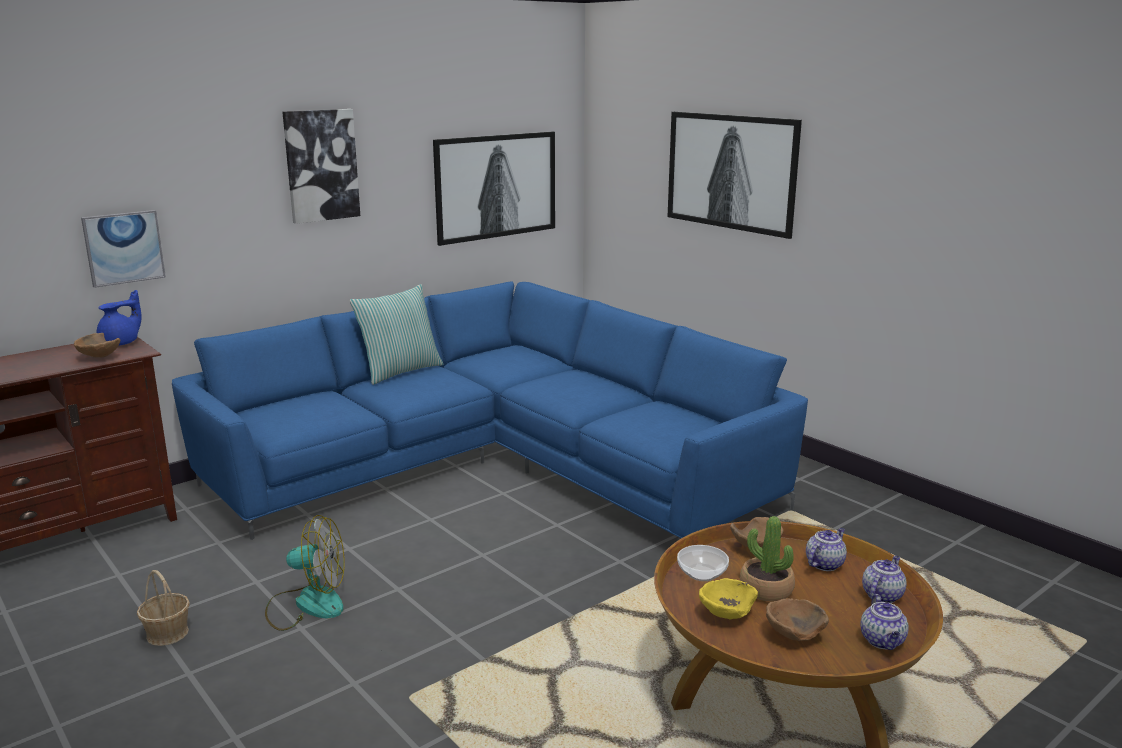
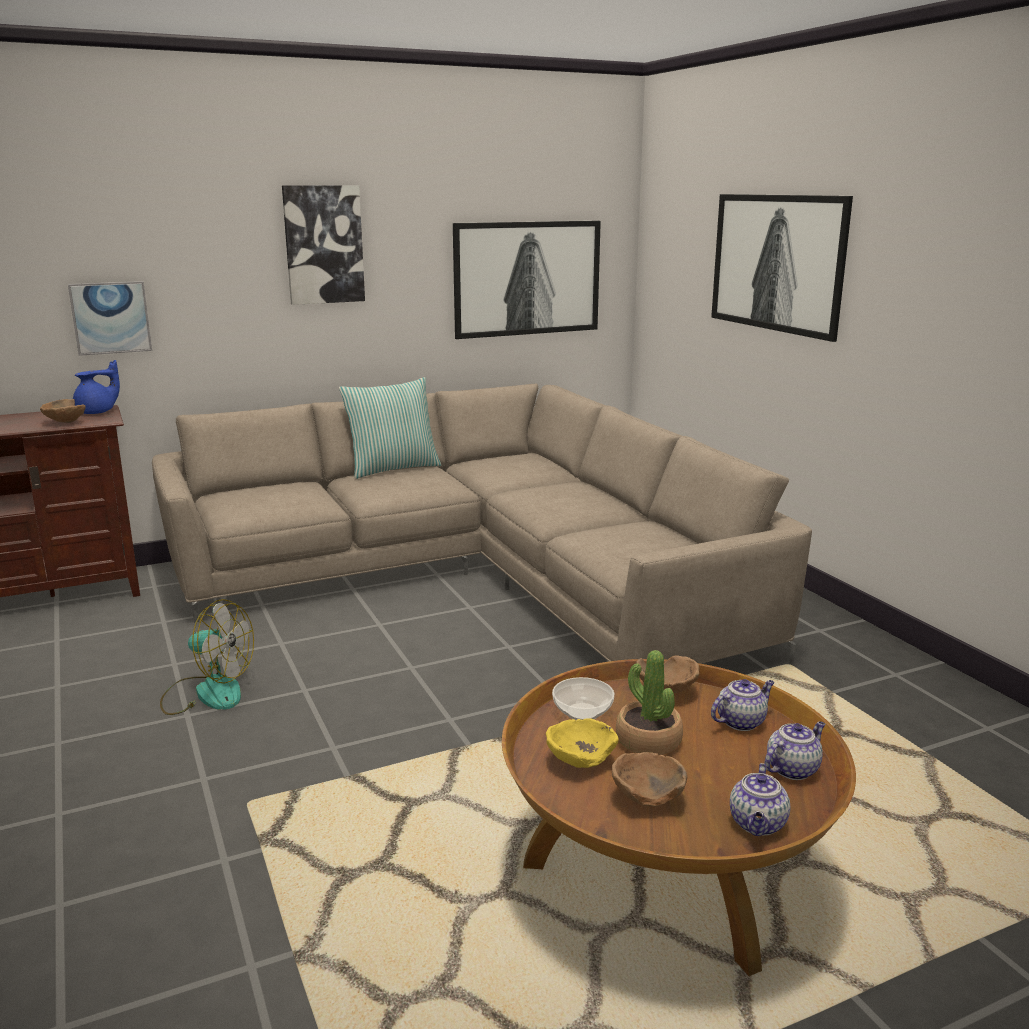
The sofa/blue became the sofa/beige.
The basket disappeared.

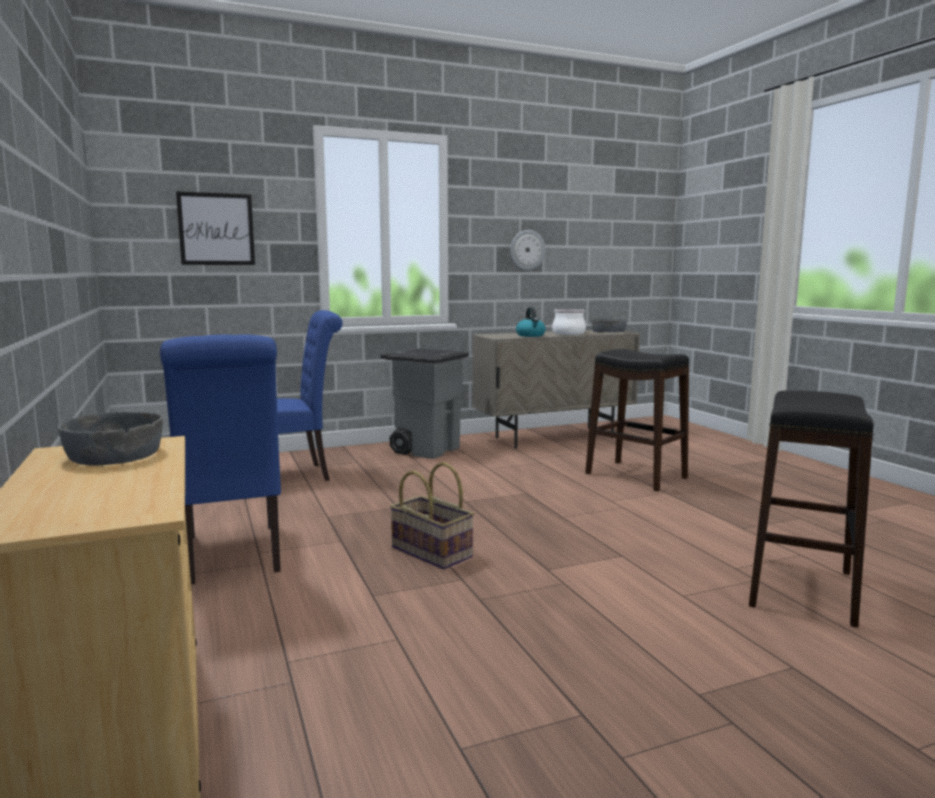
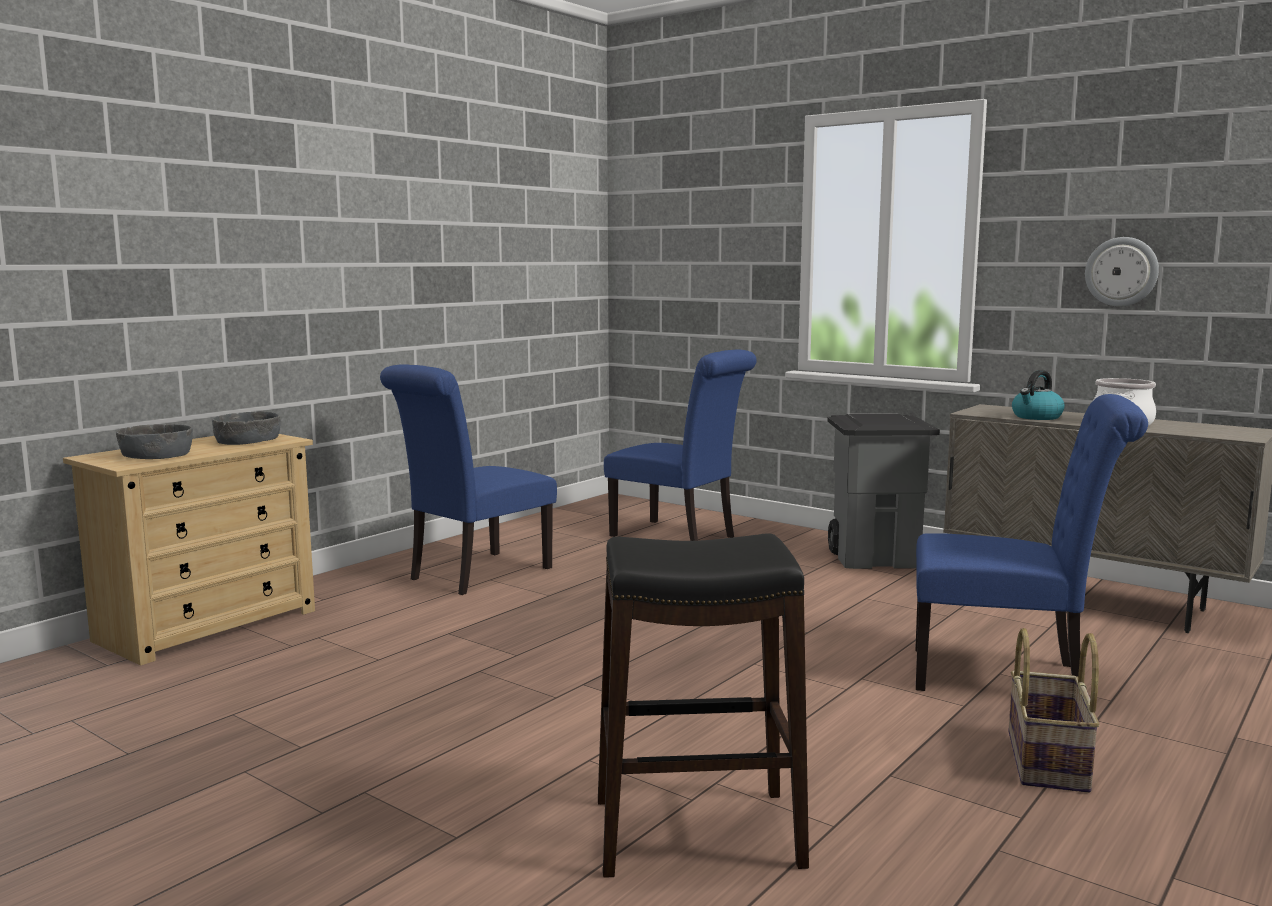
The bowl/grey (no. 2 from left in the first image) moved.
The stool/black (no. 1 from left) was replaced by the chair/blue (no. 3 from left).
The basket moved.
The picture disappeared.

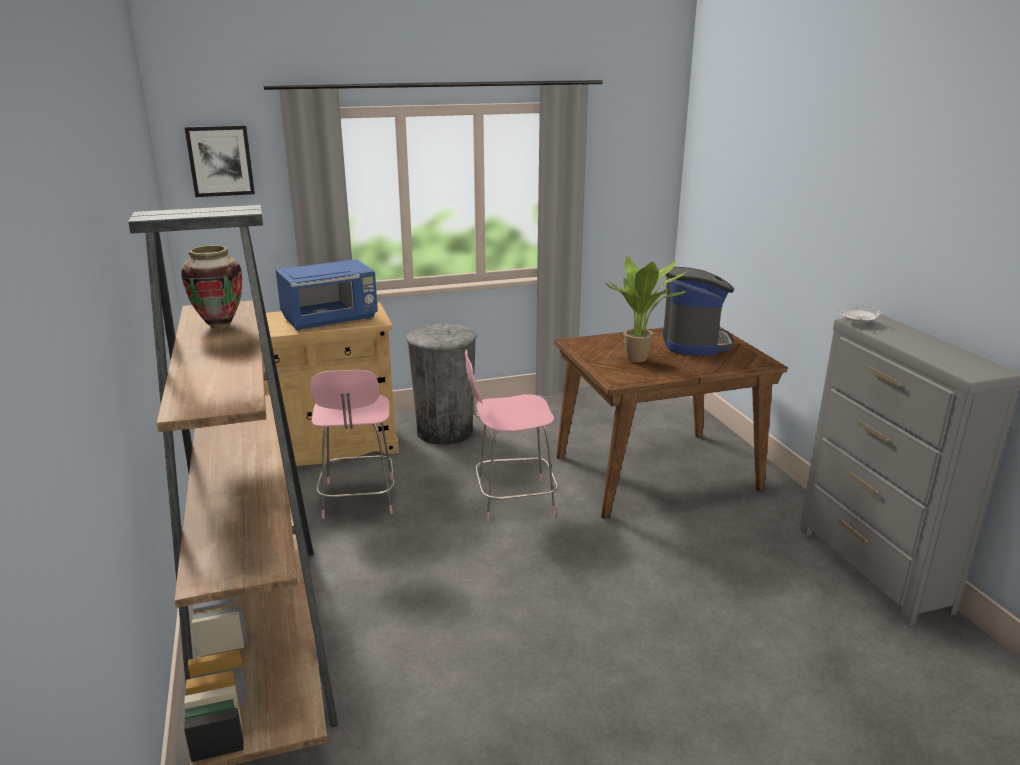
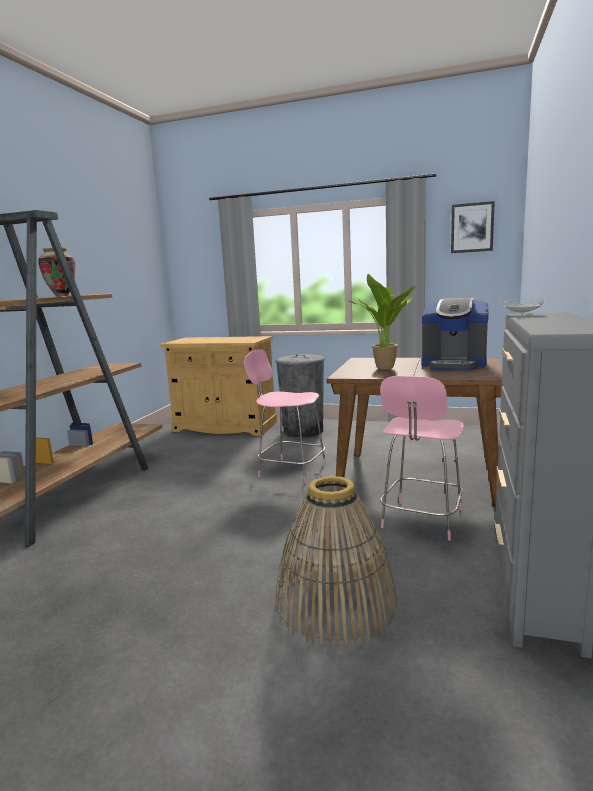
The basket appeared.
The chair/pink (no. 1 from left in the first image) moved.
The coffee machine turned 75 degrees clockwise.
The picture moved.
The microwave/blue disappeared.

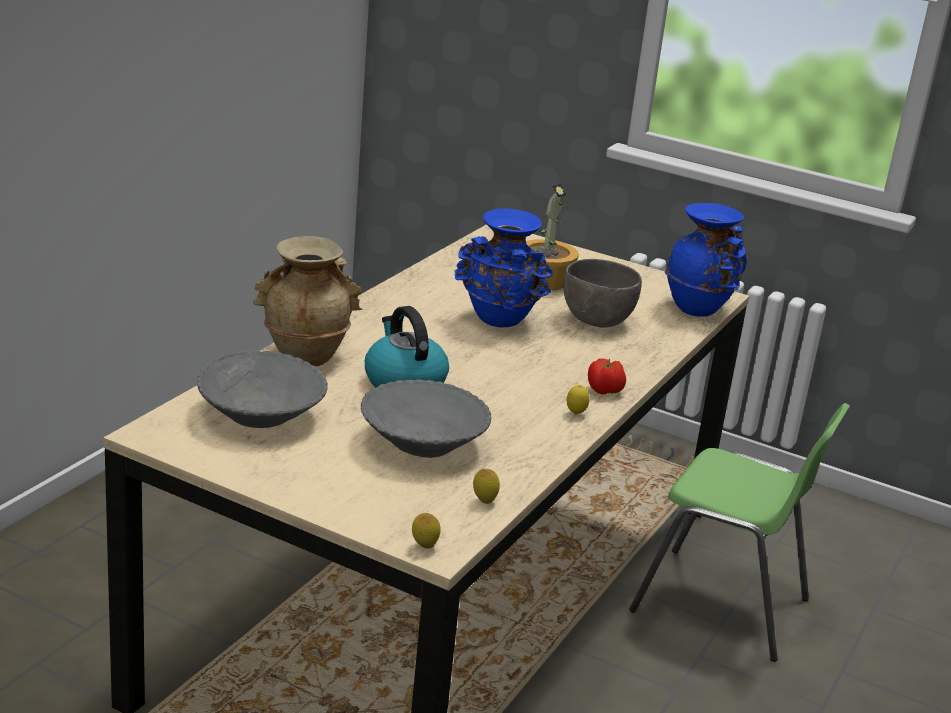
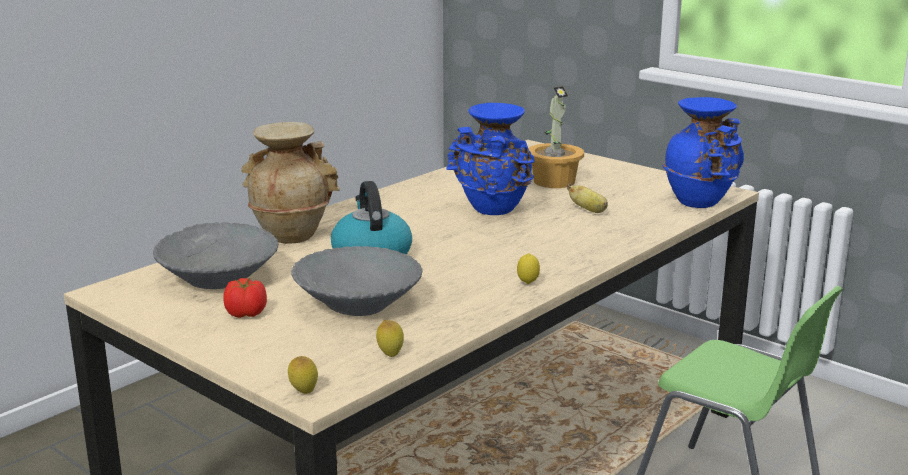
The tomato moved.
The bowl/grey (no. 3 from left) was replaced by the banana.

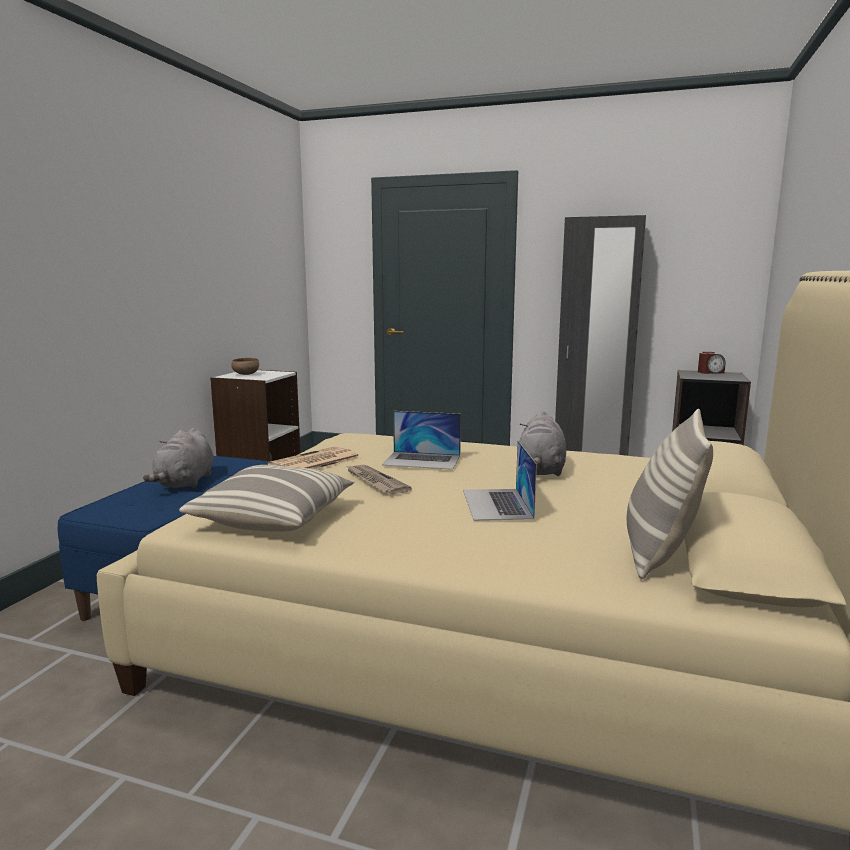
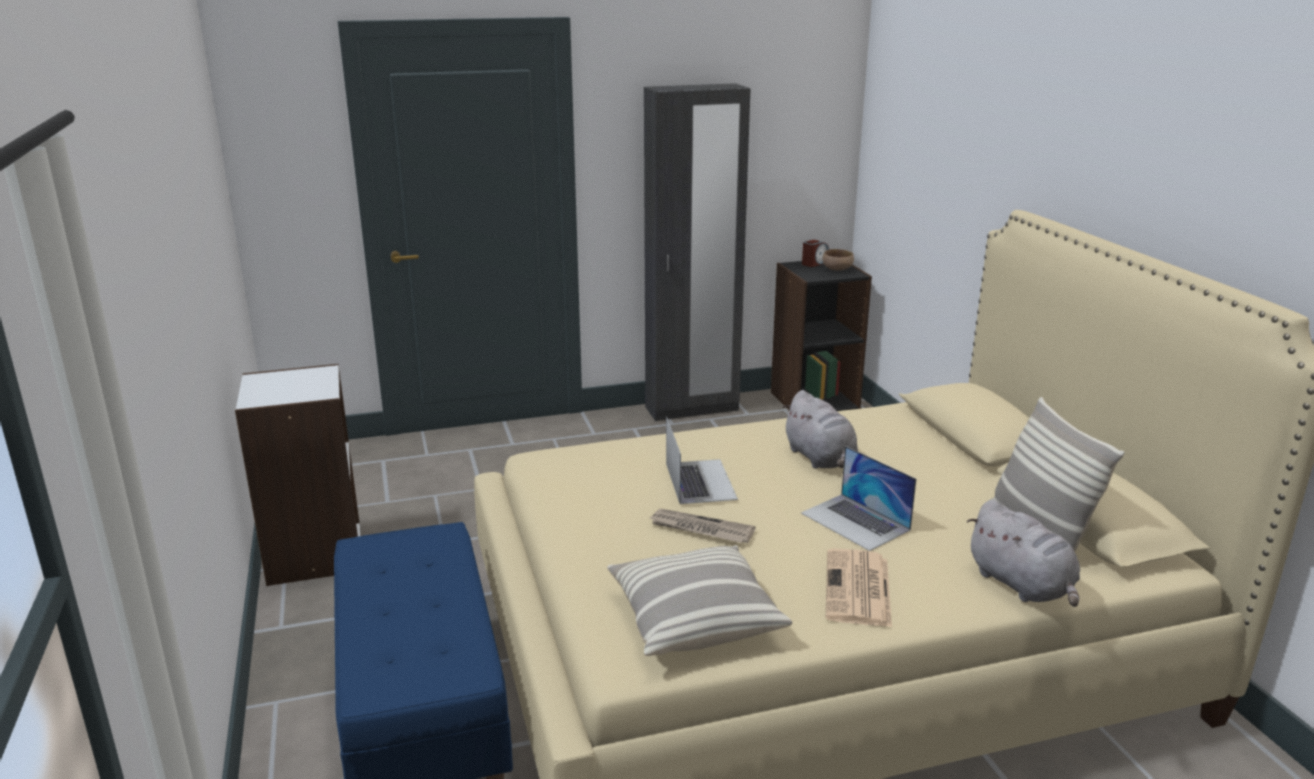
The laptop (no. 1 from left) turned 75 degrees counterclockwise.
The bowl/brown moved.
The newspaper (no. 1 from left in the first image) moved.
The plush toy/grey (no. 1 from left in the first image) moved.

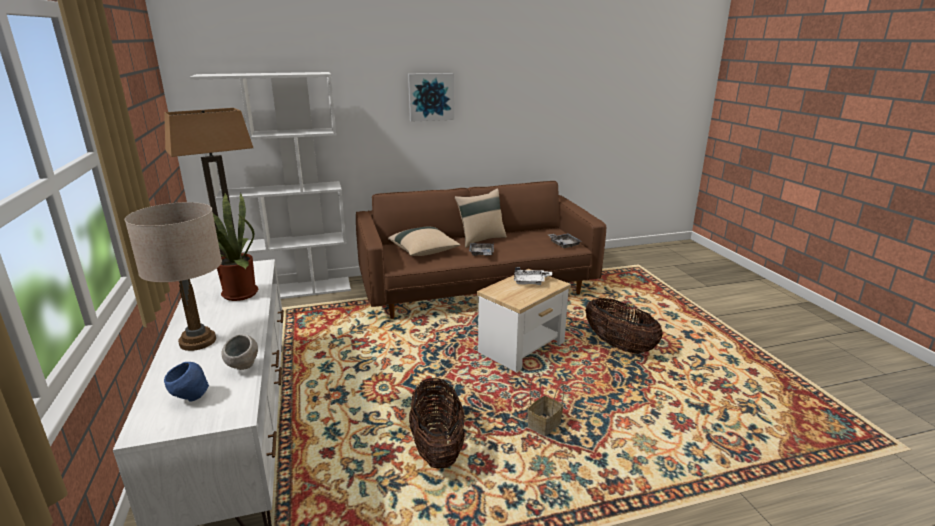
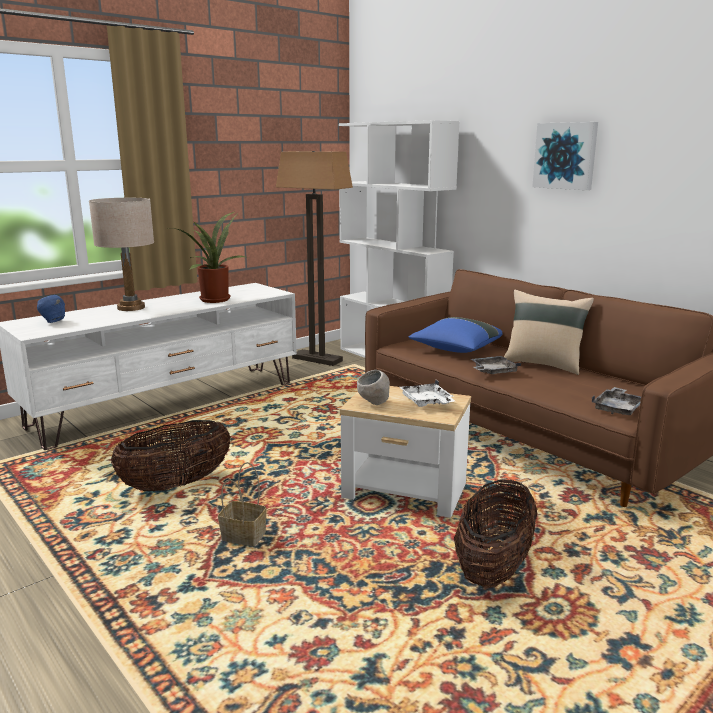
The bowl/grey moved.
The pillow/beige (no. 1 from left) became the pillow/blue.

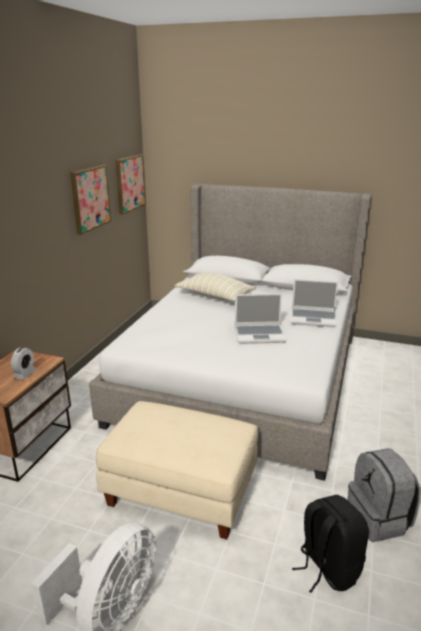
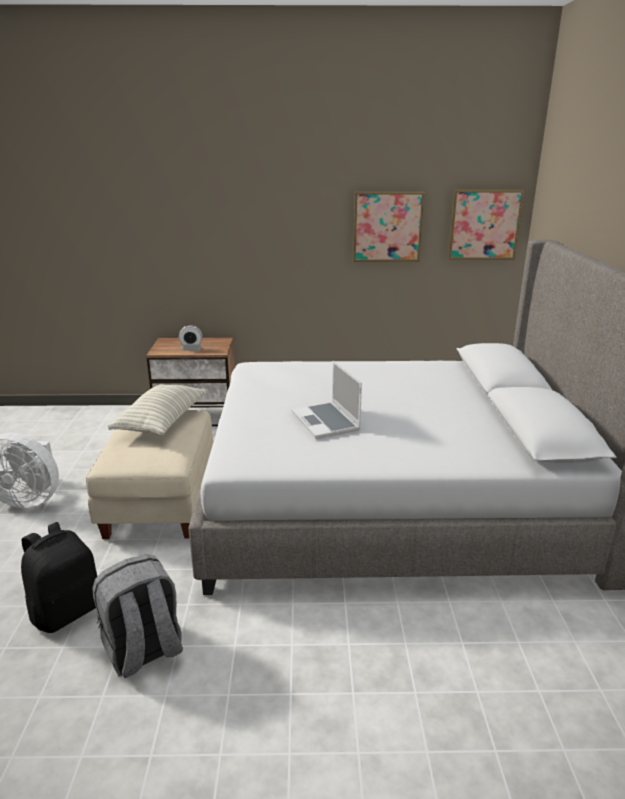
The pillow moved.
The laptop (no. 2 from left) disappeared.

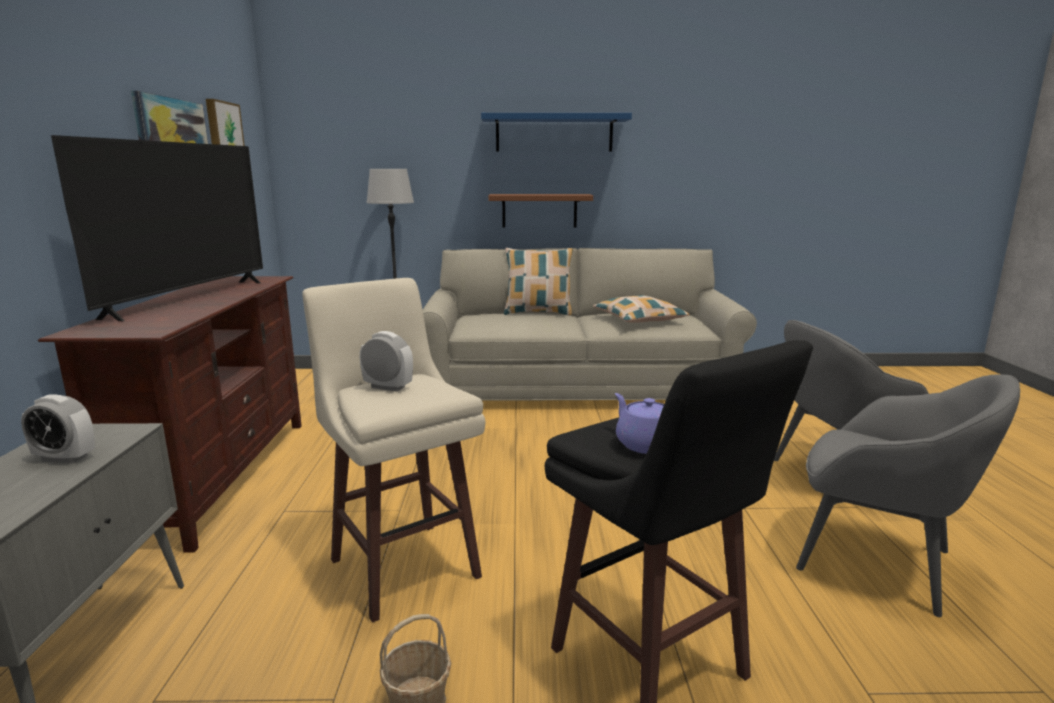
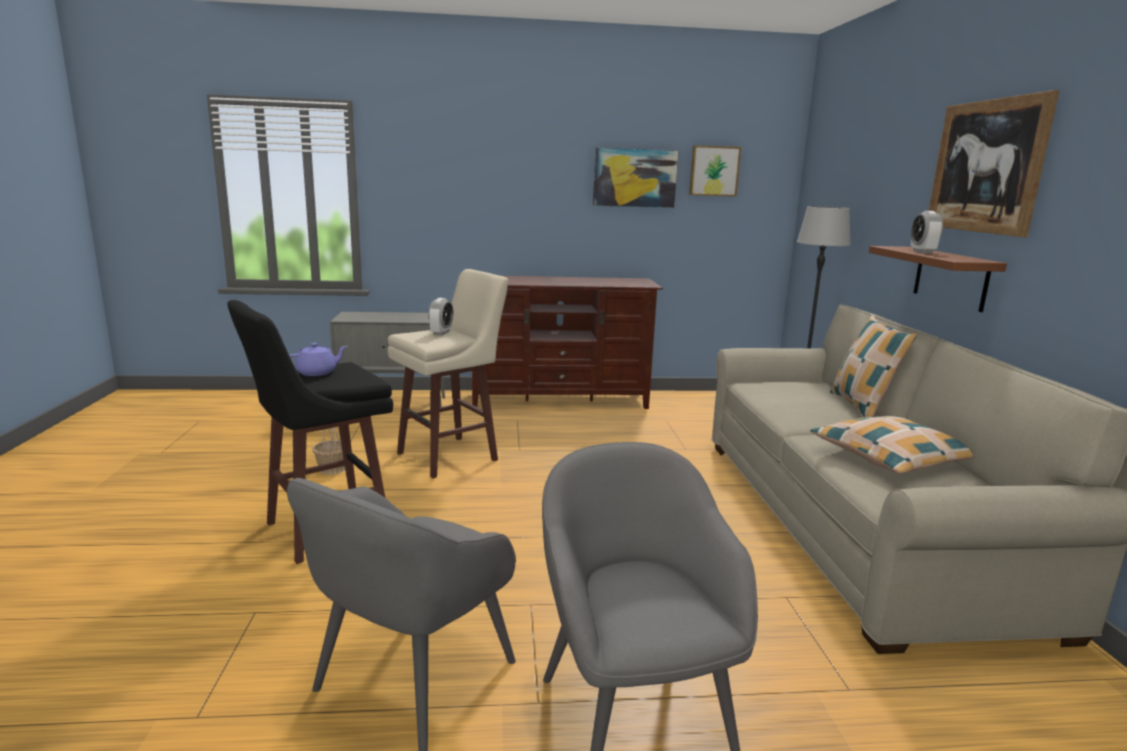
The alarm clock (no. 1 from left in the first image) moved.
The shelf/blue was replaced by the picture (no. 3 from left).
The television disappeared.

